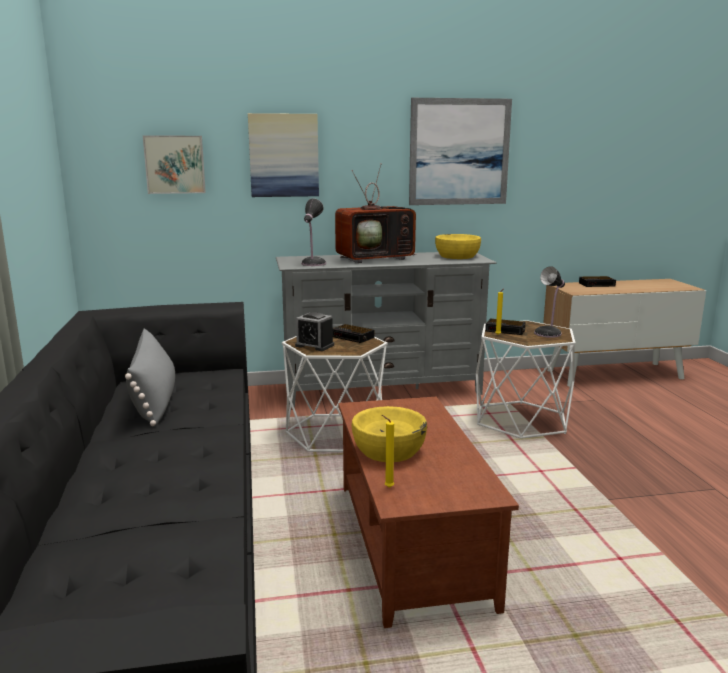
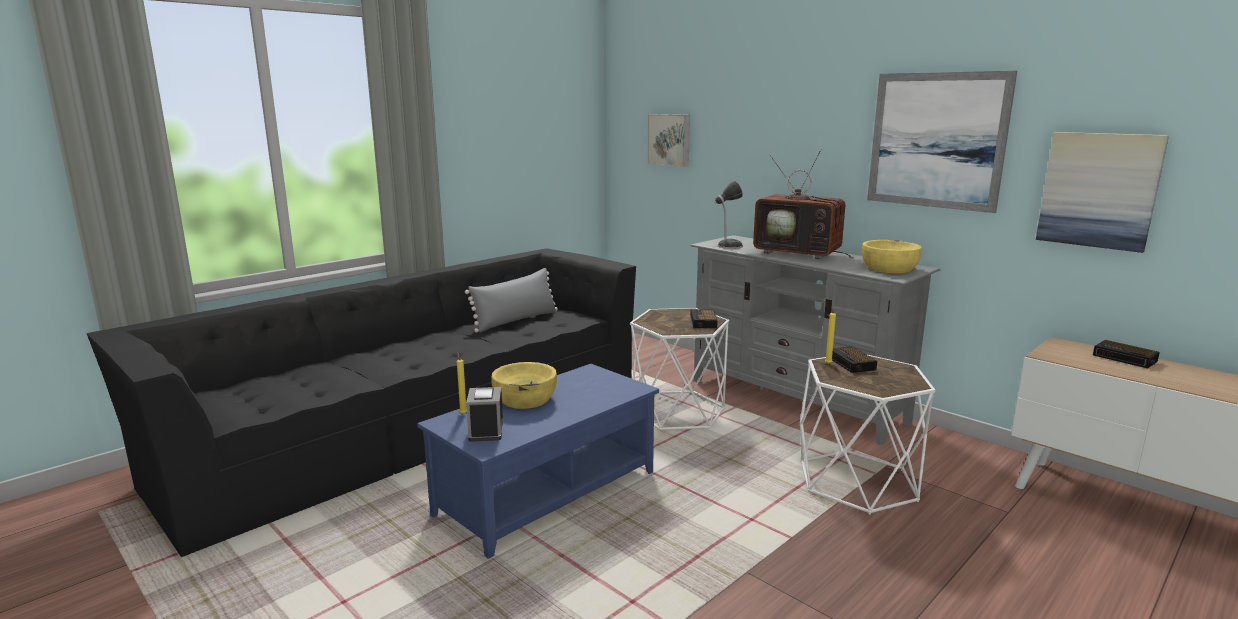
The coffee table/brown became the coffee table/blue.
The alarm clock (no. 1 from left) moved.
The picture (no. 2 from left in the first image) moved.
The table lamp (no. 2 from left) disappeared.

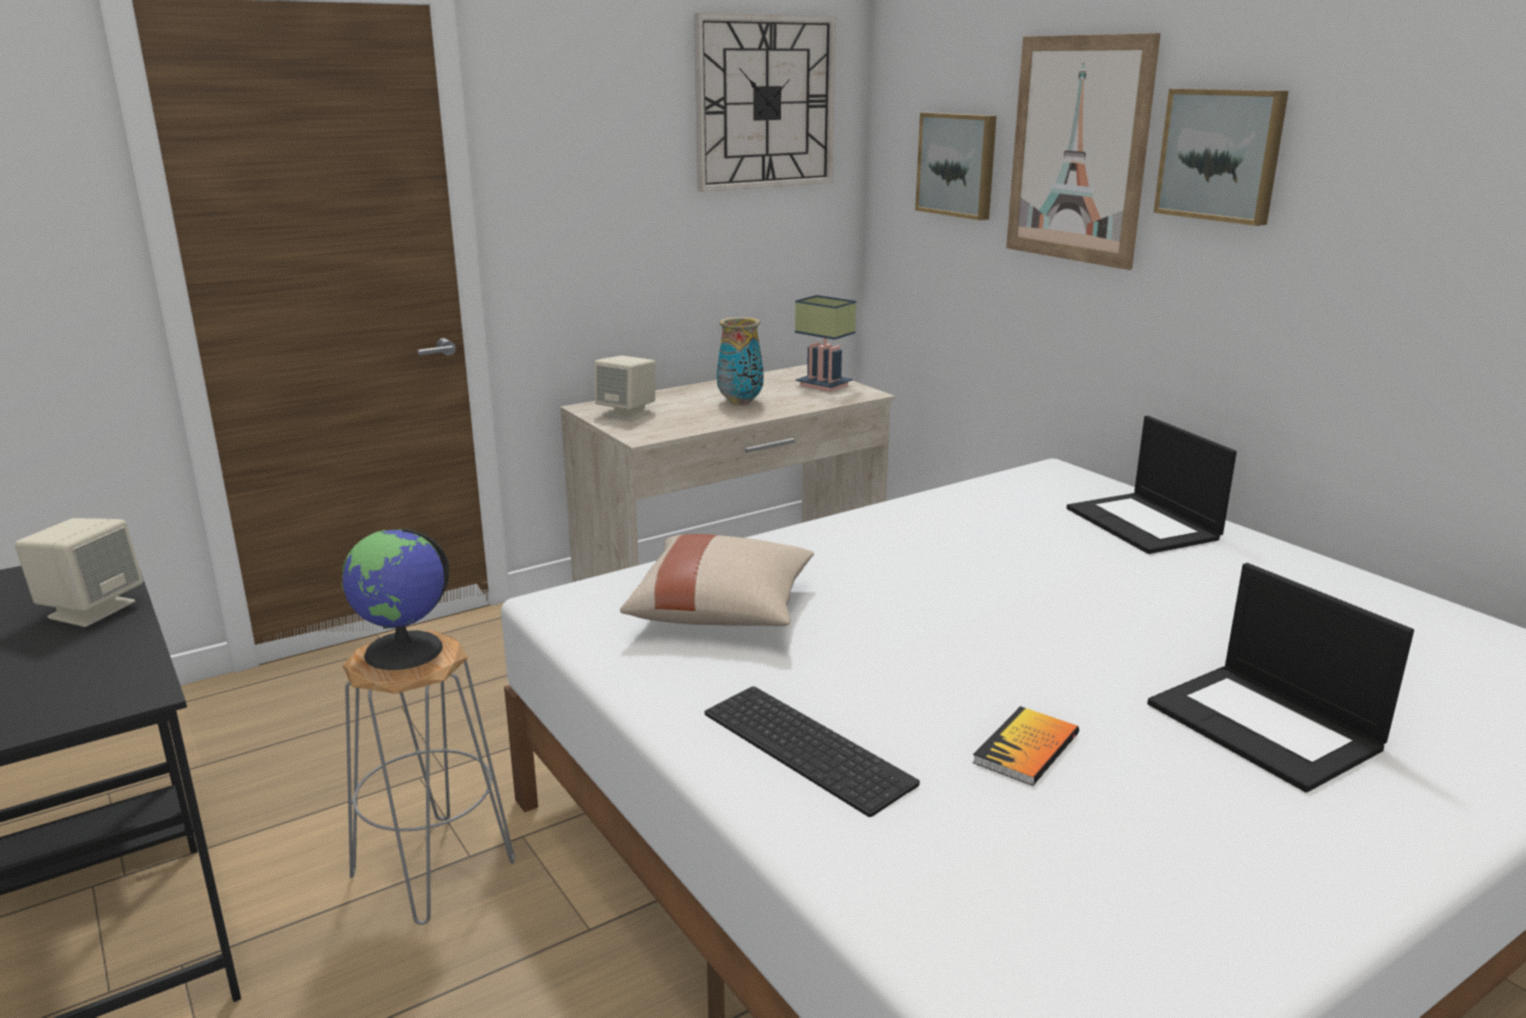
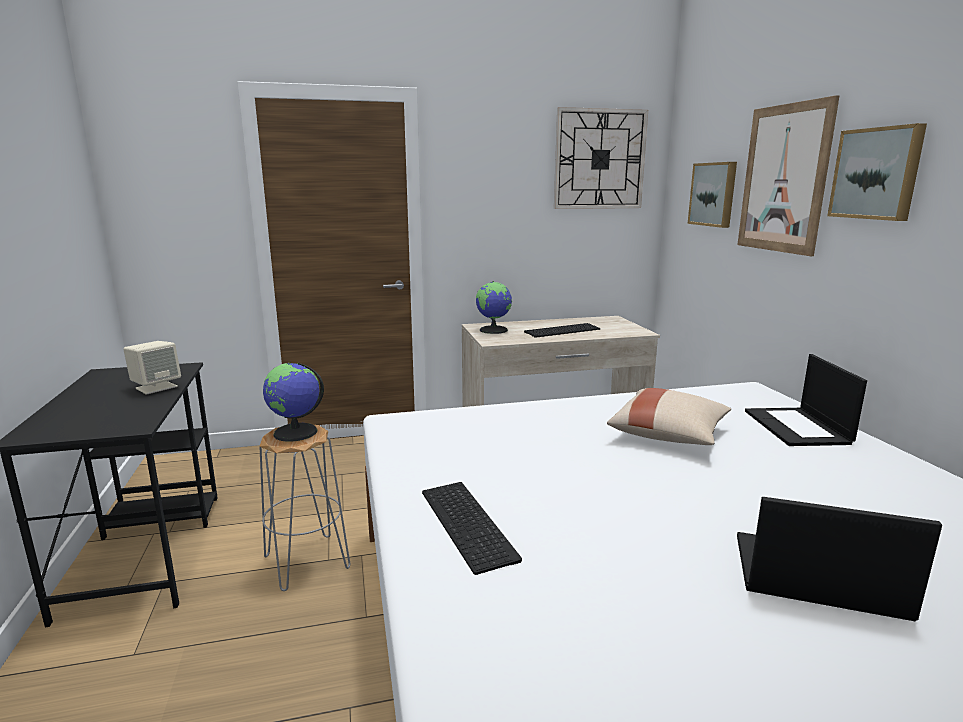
The speaker/beige (no. 2 from left) was replaced by the globe (no. 2 from left).
The vase was replaced by the keyboard (no. 2 from left).
The pillow/beige moved.
The laptop (no. 2 from left) turned 120 degrees clockwise.
The table lamp disappeared.
The book disappeared.

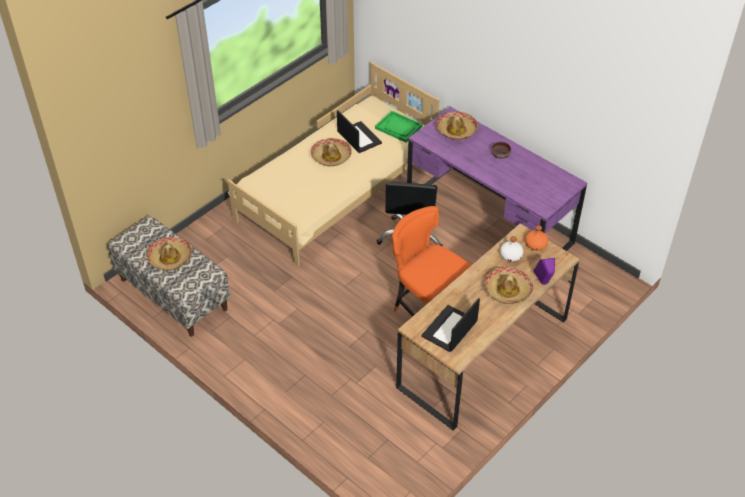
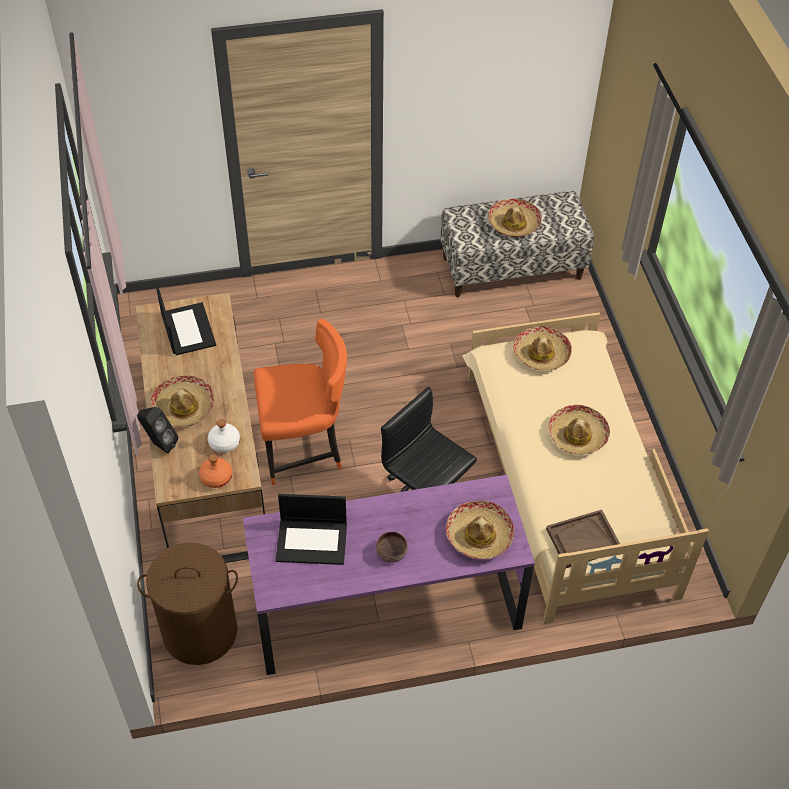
The speaker/purple became the speaker/black.
The laundry basket/brown appeared.
The laptop (no. 1 from left in the first image) moved.
The hat (no. 4 from left) appeared.
The tray/green became the tray/brown.

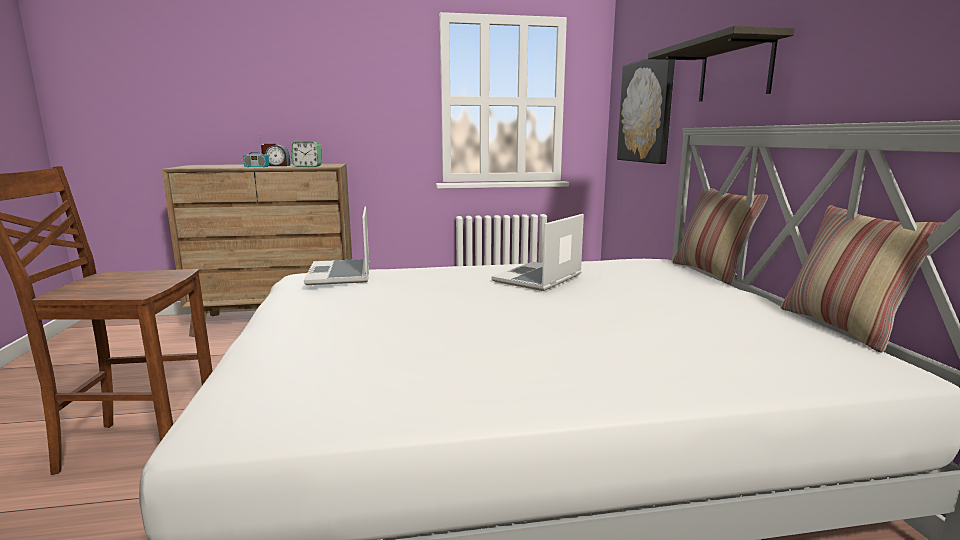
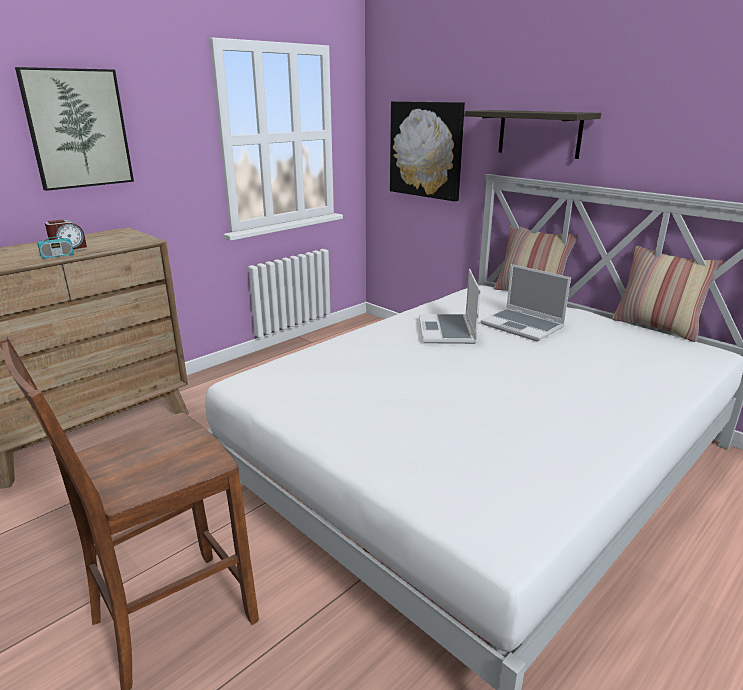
The picture (no. 1 from left) appeared.
The laptop (no. 1 from left in the first image) moved.
The alarm clock (no. 2 from left) disappeared.

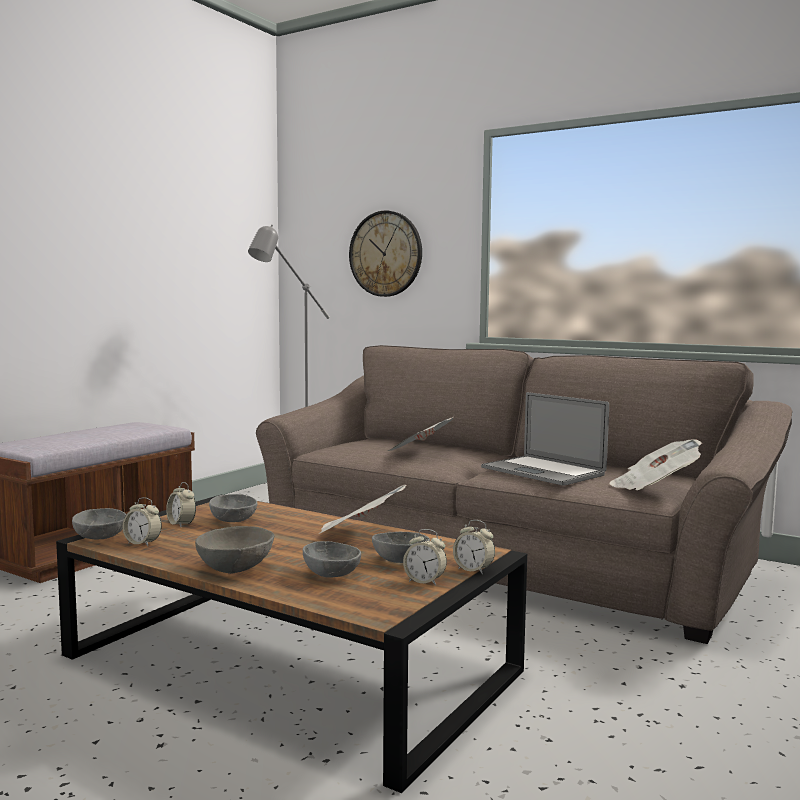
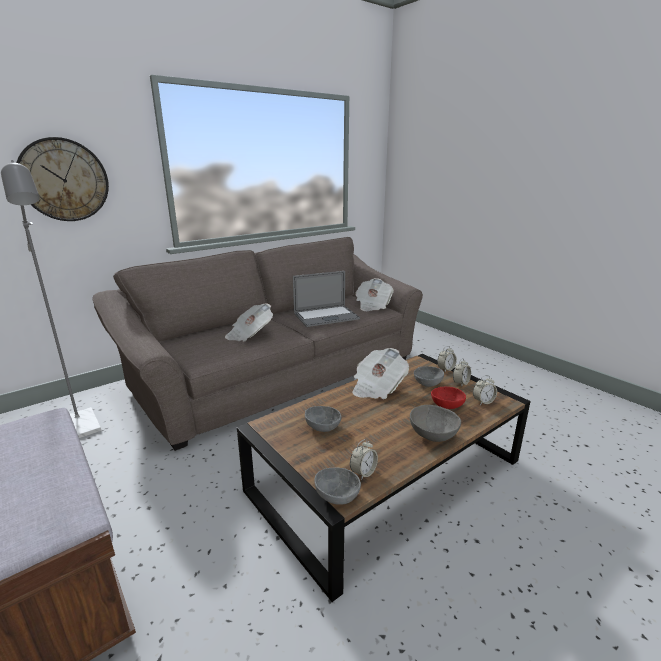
The bowl/grey (no. 4 from left) became the bowl/red.
The alarm clock (no. 2 from left in the first image) moved.

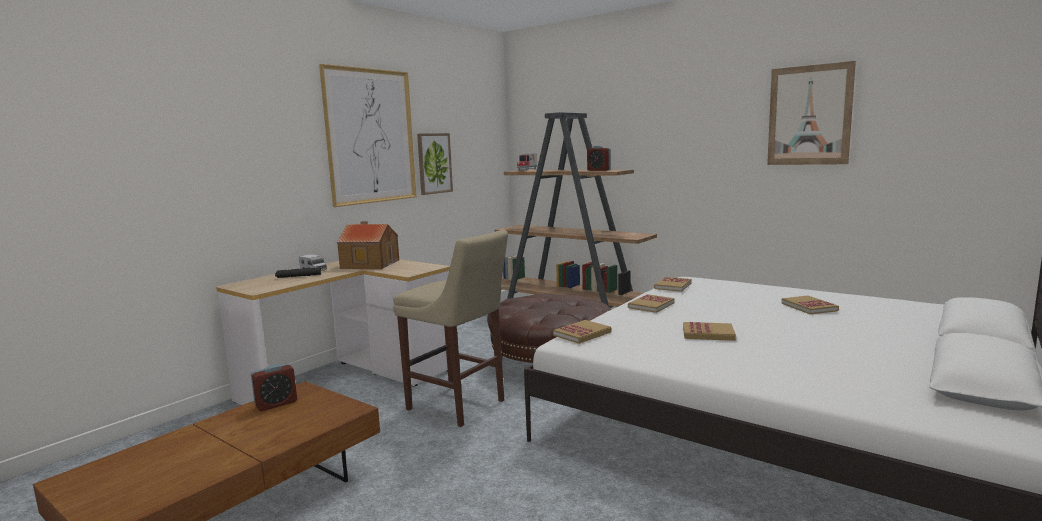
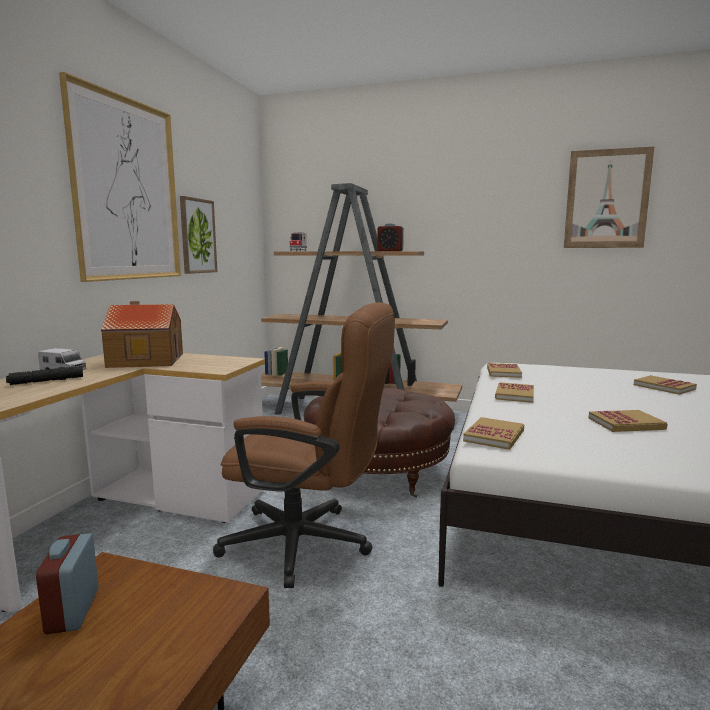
The alarm clock (no. 1 from left) turned 135 degrees clockwise.
The stool/beige was replaced by the office chair/brown.

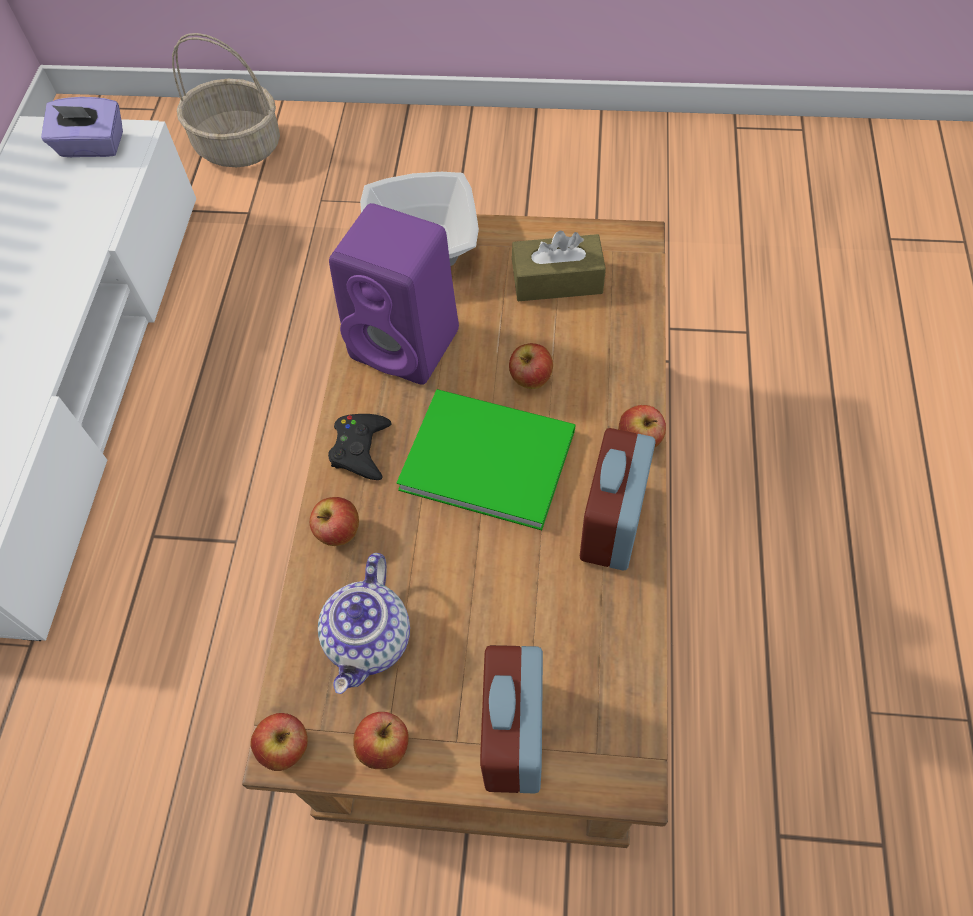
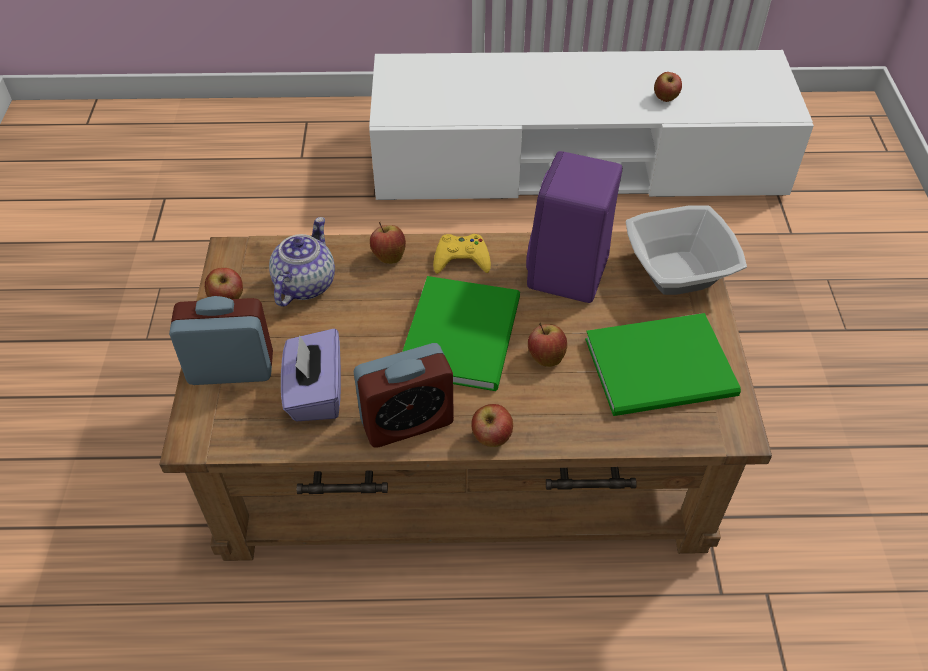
The teapot turned 105 degrees clockwise.
The tissue box/purple moved.
The alarm clock (no. 2 from left) turned 150 degrees clockwise.
The game controller/black became the game controller/yellow.
The tissue box/brown was replaced by the book/green (no. 2 from left).
The apple (no. 1 from left in the first image) moved.
The basket disappeared.

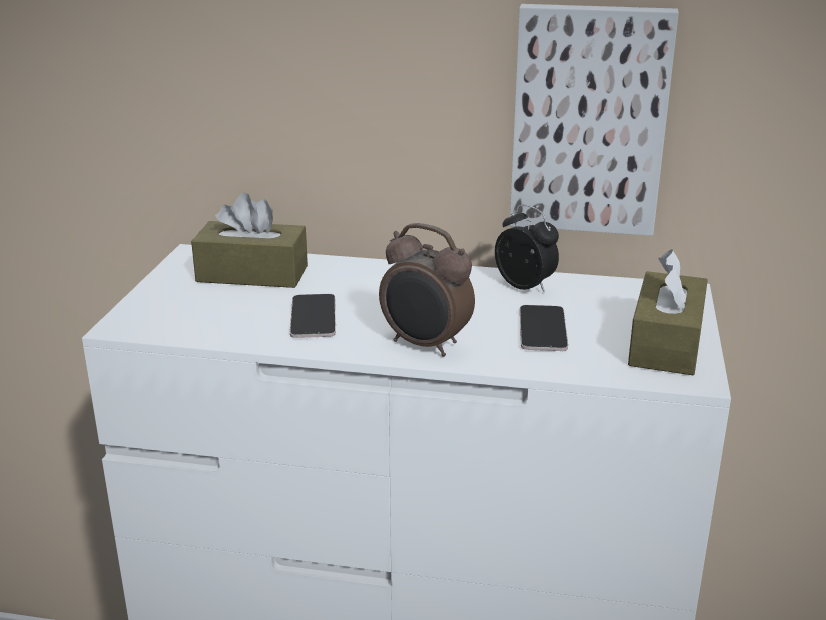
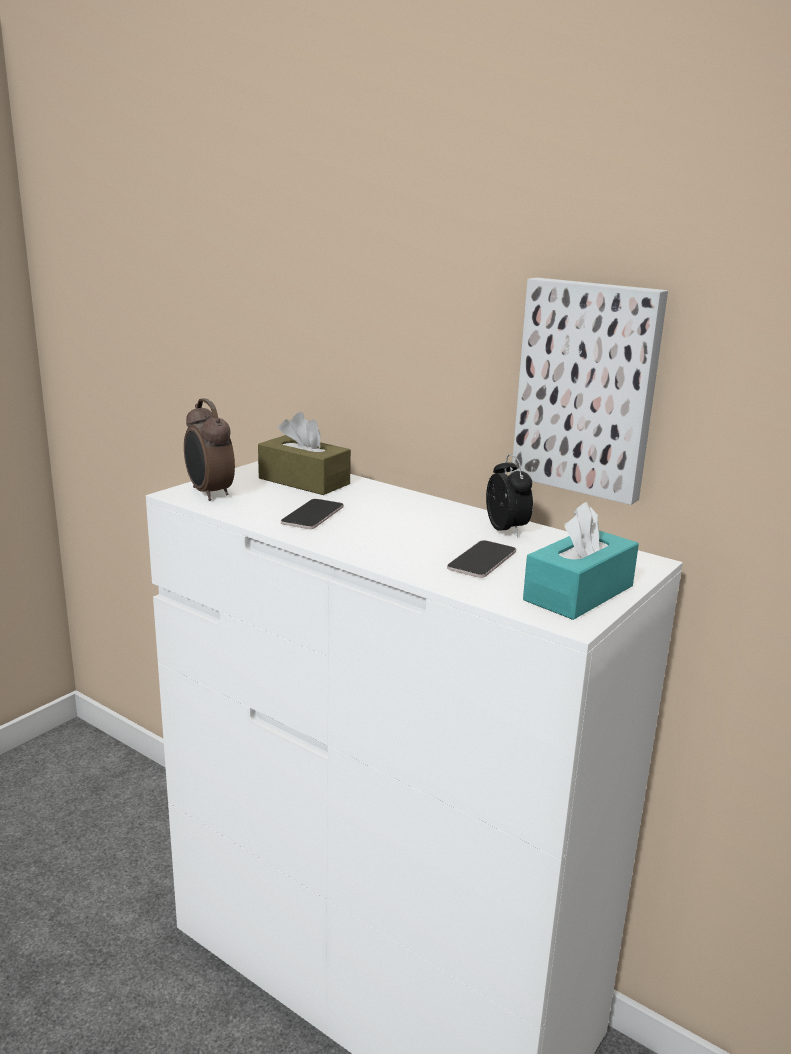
The alarm clock (no. 1 from left) moved.
The tissue box/brown (no. 2 from left) became the tissue box/turquoise.

